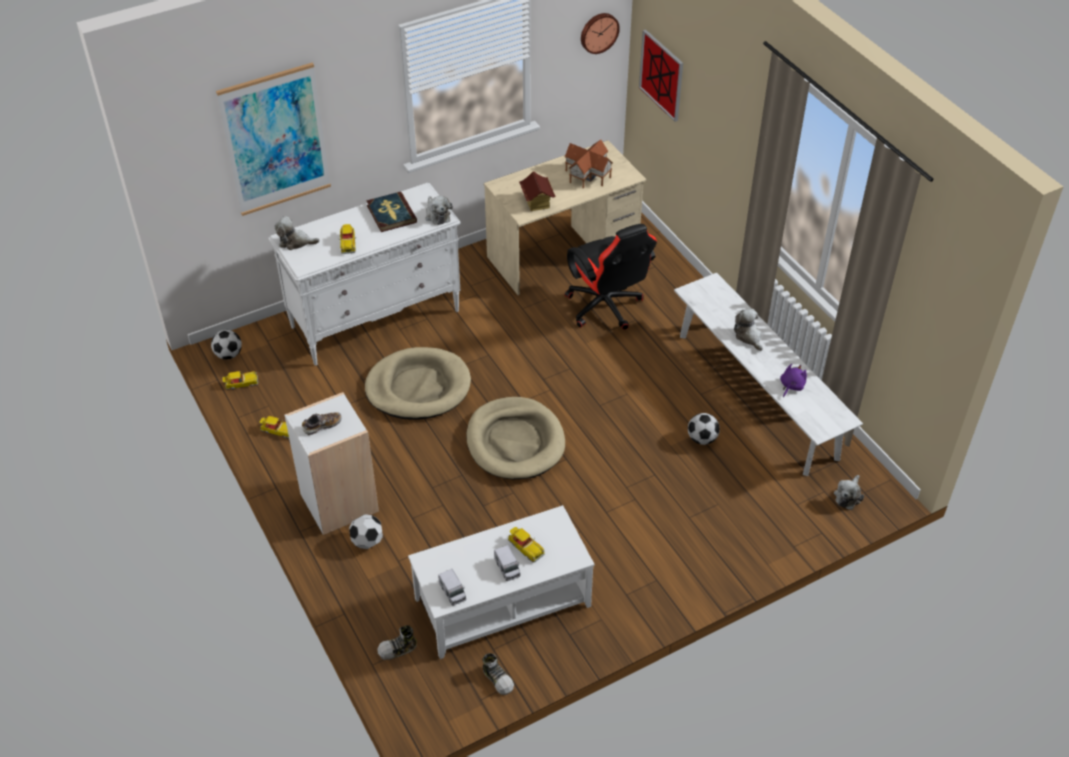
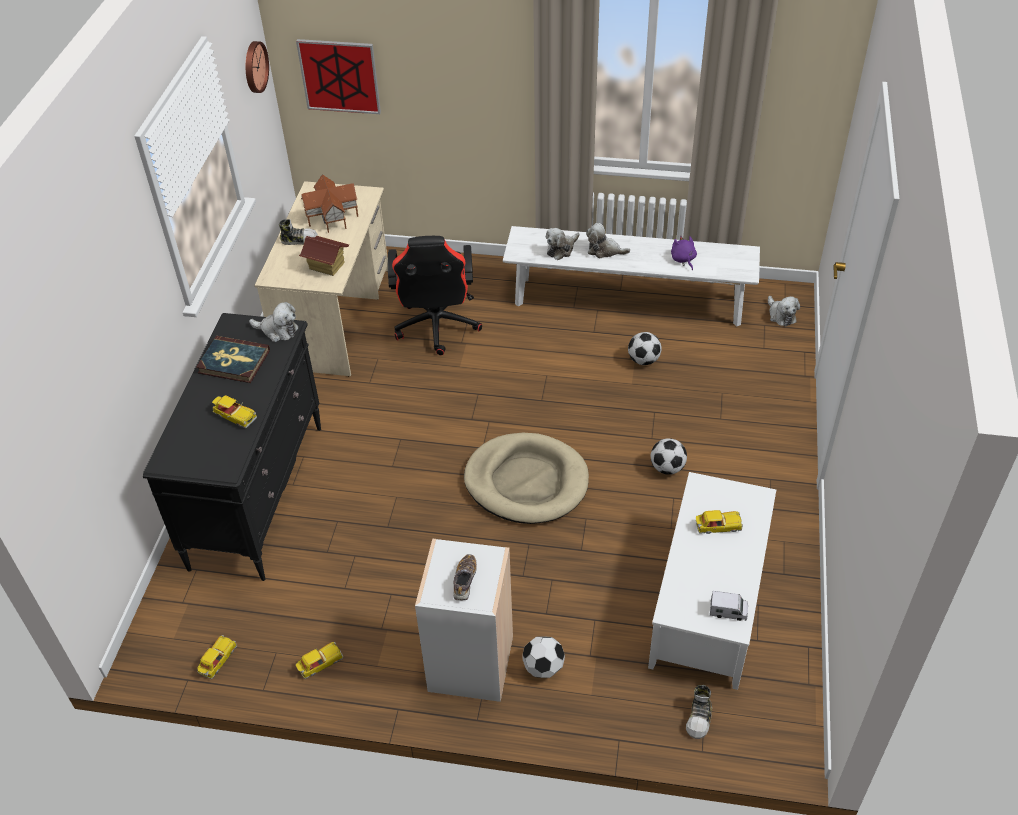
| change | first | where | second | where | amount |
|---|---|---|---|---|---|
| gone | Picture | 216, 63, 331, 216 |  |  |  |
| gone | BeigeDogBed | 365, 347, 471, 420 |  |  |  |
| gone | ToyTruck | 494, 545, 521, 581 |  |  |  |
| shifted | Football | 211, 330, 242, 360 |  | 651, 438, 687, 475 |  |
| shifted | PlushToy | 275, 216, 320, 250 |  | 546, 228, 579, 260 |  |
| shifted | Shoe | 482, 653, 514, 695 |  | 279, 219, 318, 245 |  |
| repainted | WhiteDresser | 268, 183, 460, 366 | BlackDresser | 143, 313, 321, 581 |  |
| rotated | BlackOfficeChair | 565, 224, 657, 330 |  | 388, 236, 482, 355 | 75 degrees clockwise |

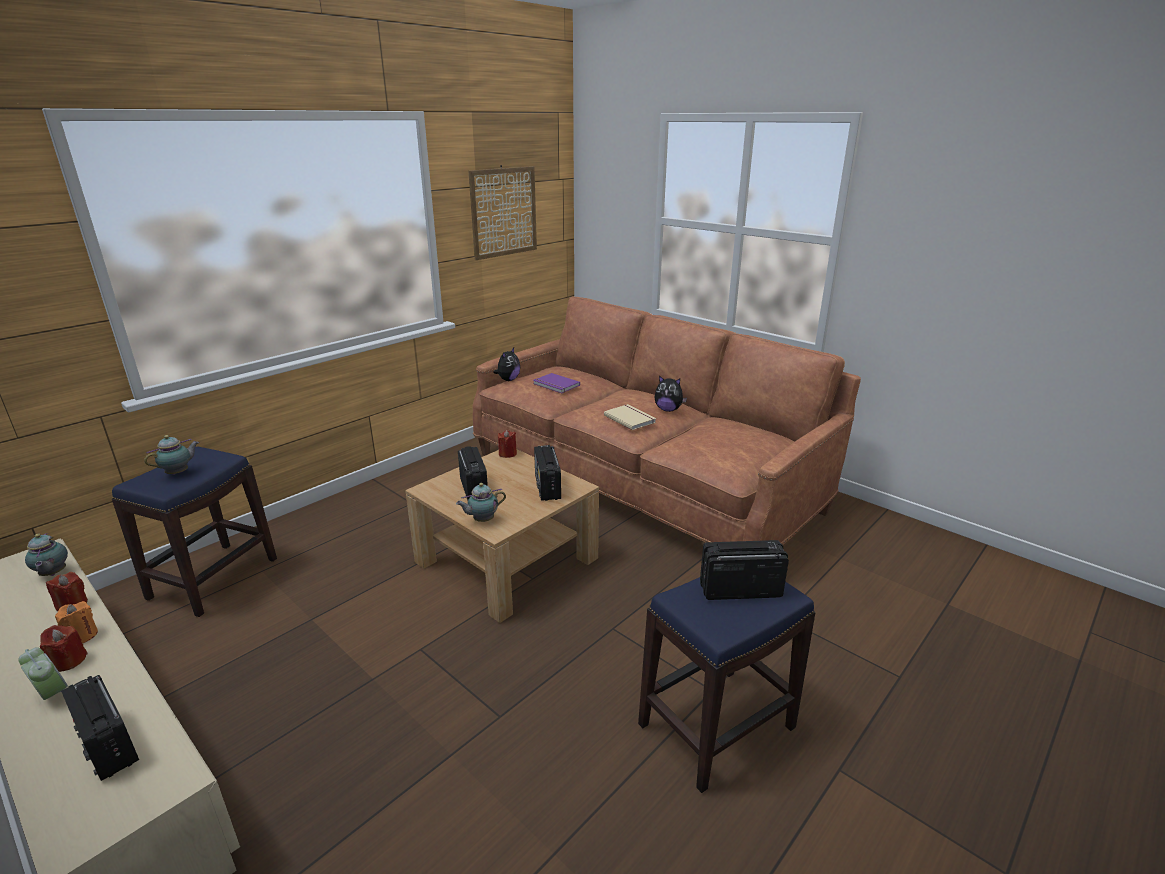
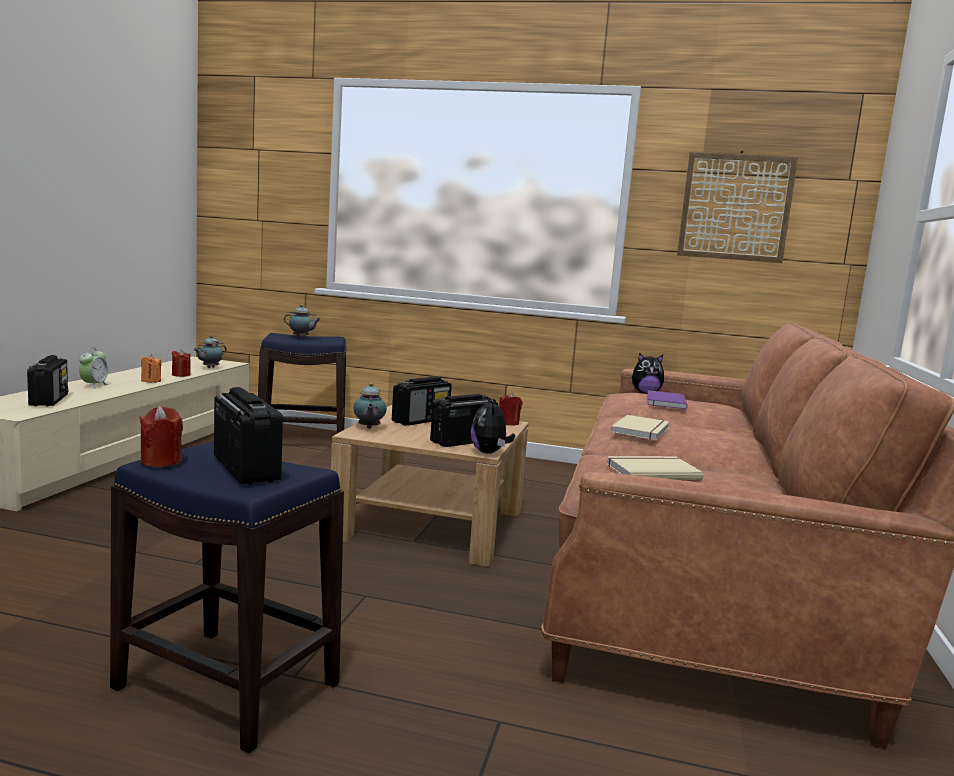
| change | first | where | second | where | amount |
|---|---|---|---|---|---|
| new |  |  | BeigeBook | 606, 456, 704, 481 |  |
| shifted | RedCandle | 40, 625, 88, 672 |  | 139, 406, 183, 467 |  |
| shifted | PlushToy | 654, 376, 687, 412 |  | 471, 397, 515, 454 |  |
| rotated | Radio | 61, 675, 139, 781 |  | 27, 355, 68, 406 | 150 degrees clockwise |
| rotated | Teapot | 456, 483, 506, 522 |  | 353, 383, 387, 429 | 135 degrees counterclockwise |

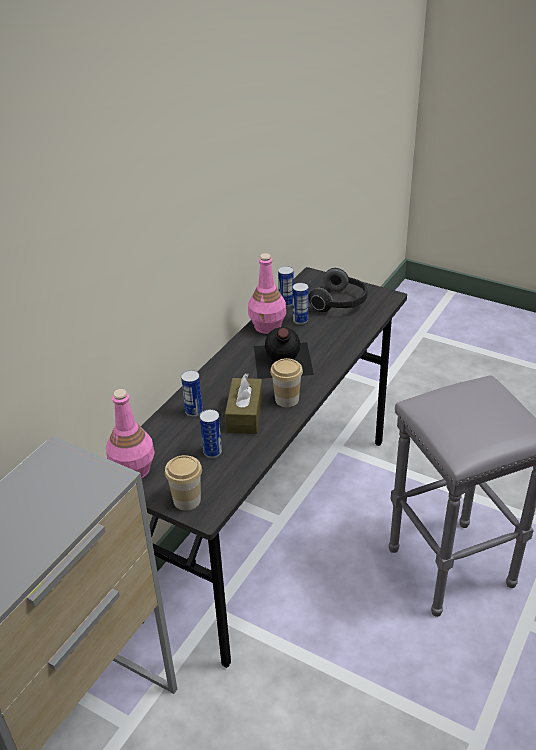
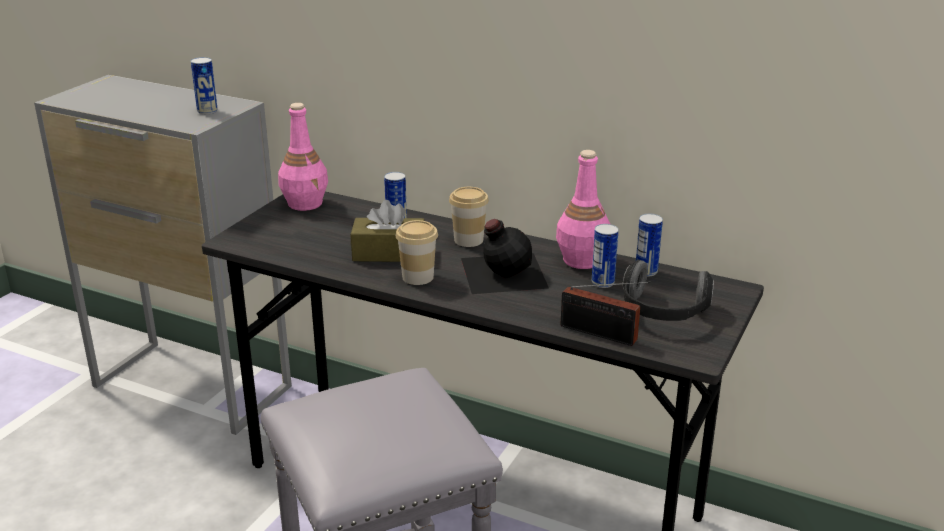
| change | first | where | second | where | amount |
|---|---|---|---|---|---|
| new |  |  | Radio | 561, 281, 651, 346 |  |
| shifted | Cup | 165, 455, 202, 510 |  | 449, 187, 489, 247 |  |
| shifted | Can | 200, 409, 222, 458 |  | 191, 57, 218, 114 |  |

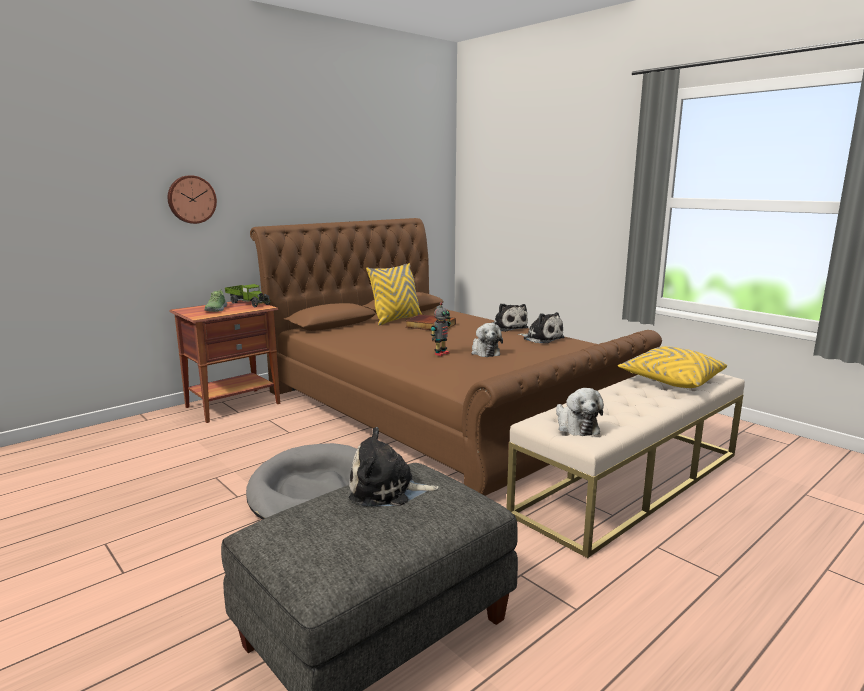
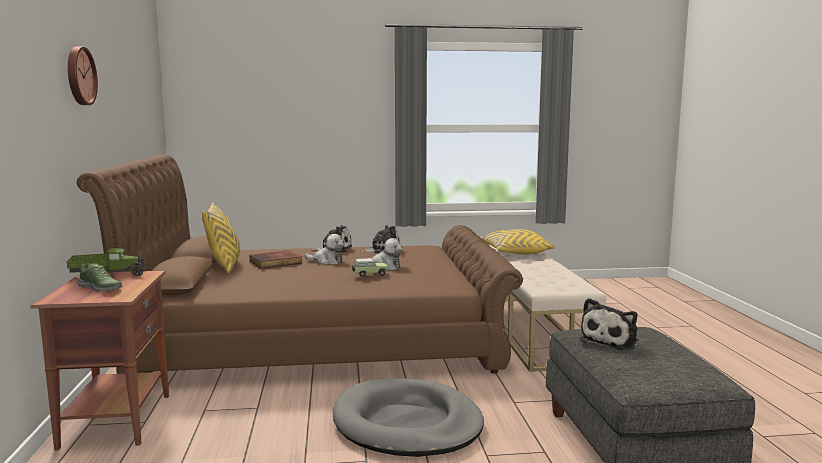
| change | first | where | second | where | amount |
|---|---|---|---|---|---|
| shifted | WallClock | 168, 175, 217, 224 |  | 68, 47, 98, 105 |  |
| shifted | PlushToy | 556, 388, 604, 436 |  | 305, 234, 345, 265 |  |
| swapped | ToyRobot | 431, 302, 451, 356 | ToyCar | 352, 258, 388, 277 |  |

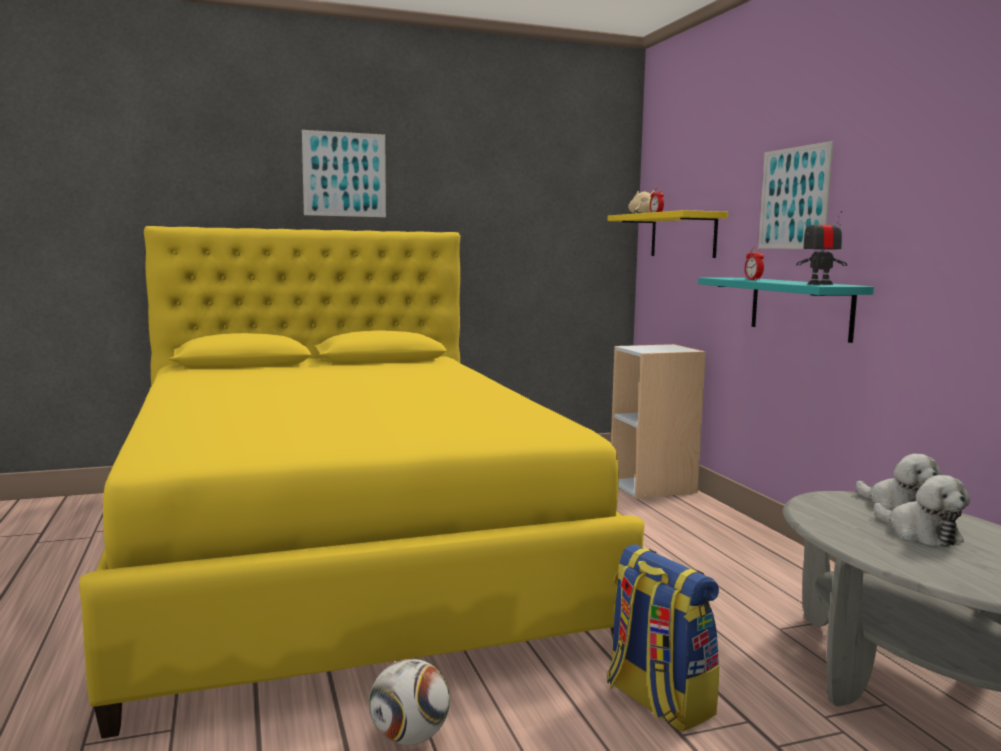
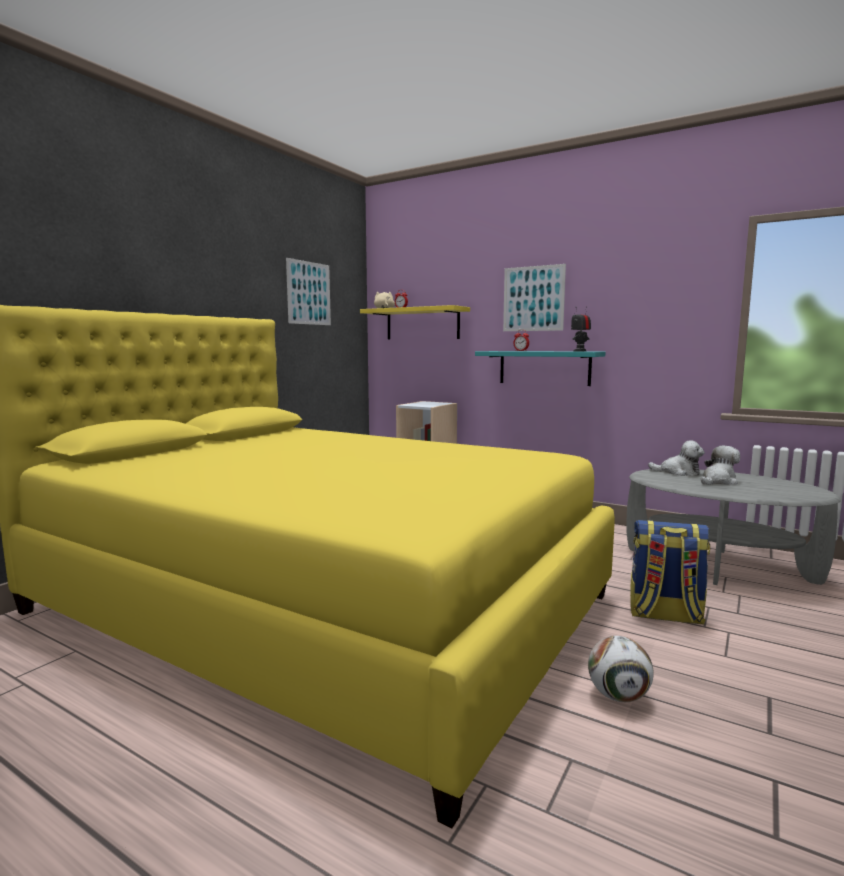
| change | first | where | second | where | amount |
|---|---|---|---|---|---|
| shifted | Picture | 302, 130, 386, 217 |  | 286, 258, 331, 325 |  |
| rotated | PlushToy | 874, 475, 970, 547 |  | 701, 446, 740, 485 | 60 degrees counterclockwise |

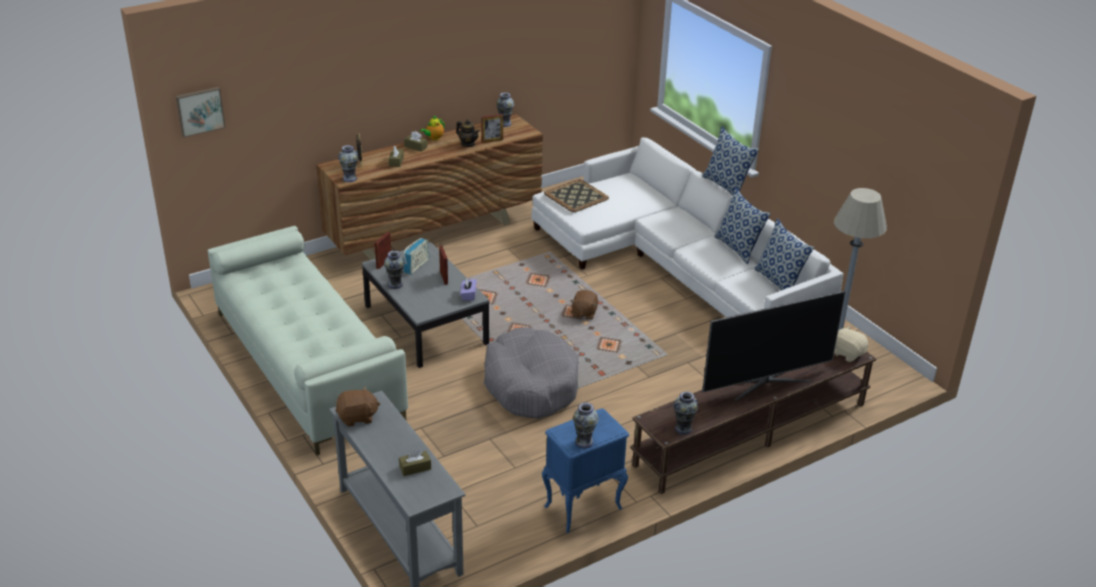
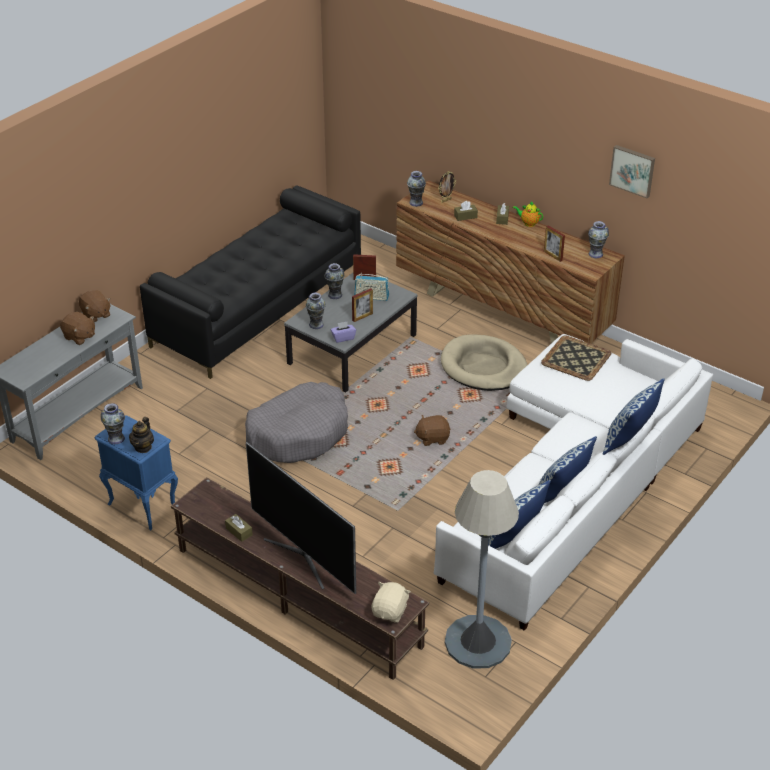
| change | first | where | second | where | amount |
|---|---|---|---|---|---|
| new |  |  | BrownPlushToy | 60, 312, 95, 345 |  |
| new |  |  | BeigeDogBed | 441, 335, 527, 391 |  |
| shifted | Picture | 176, 87, 226, 137 |  | 609, 145, 655, 198 |  |
| shifted | BrownTissueBox | 399, 450, 431, 476 |  | 225, 514, 253, 542 |  |
| shifted | Teapot | 456, 119, 480, 147 |  | 129, 417, 154, 453 |  |
| shifted | Vase | 673, 391, 698, 435 |  | 306, 293, 326, 329 |  |
| repainted | WhiteSofa | 208, 226, 408, 456 | BlackSofa | 140, 185, 361, 379 |  |

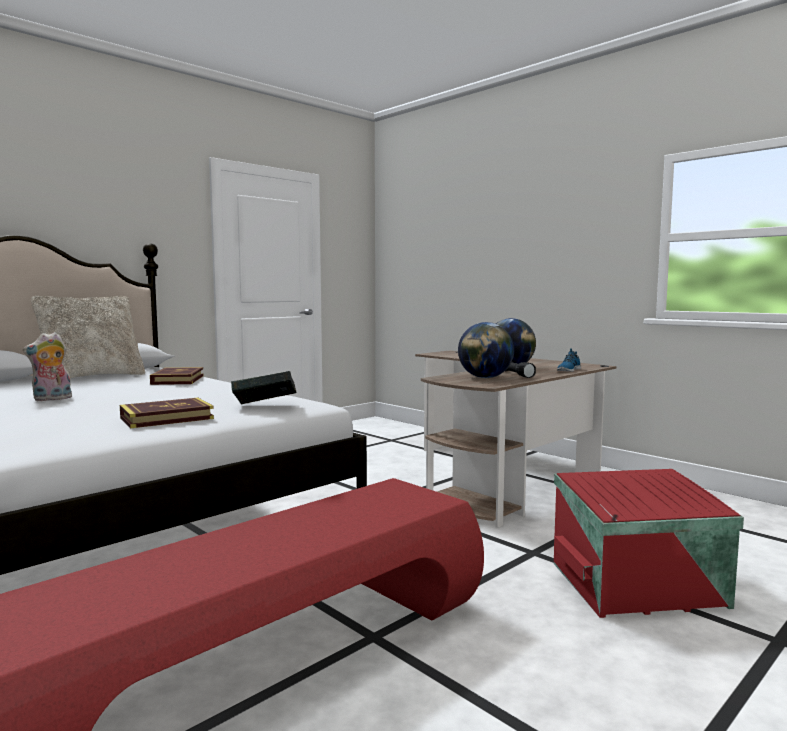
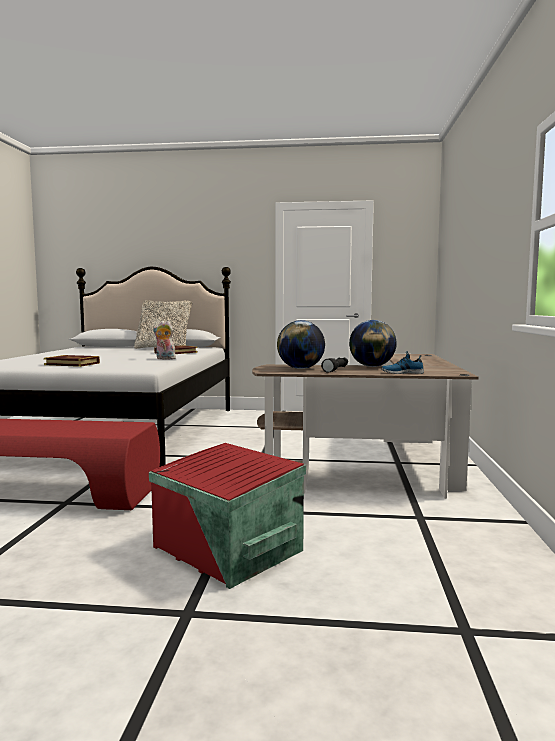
| change | first | where | second | where | amount |
|---|---|---|---|---|---|
| gone | Book | 231, 371, 297, 405 |  |  |  |
| shifted | PlushToy | 23, 332, 72, 401 |  | 153, 321, 176, 360 |  |

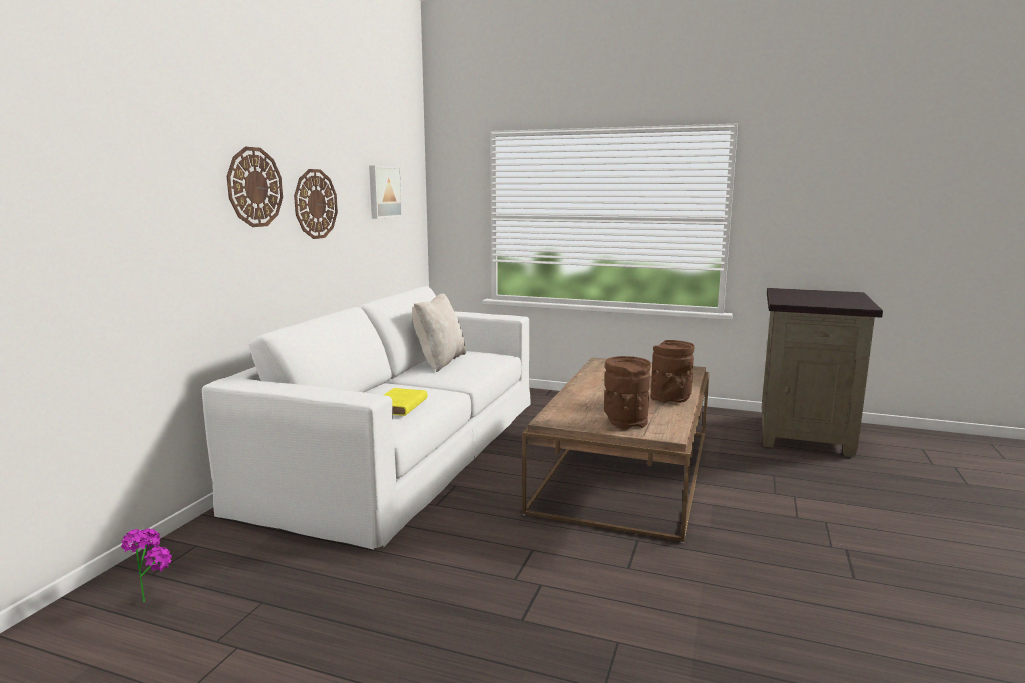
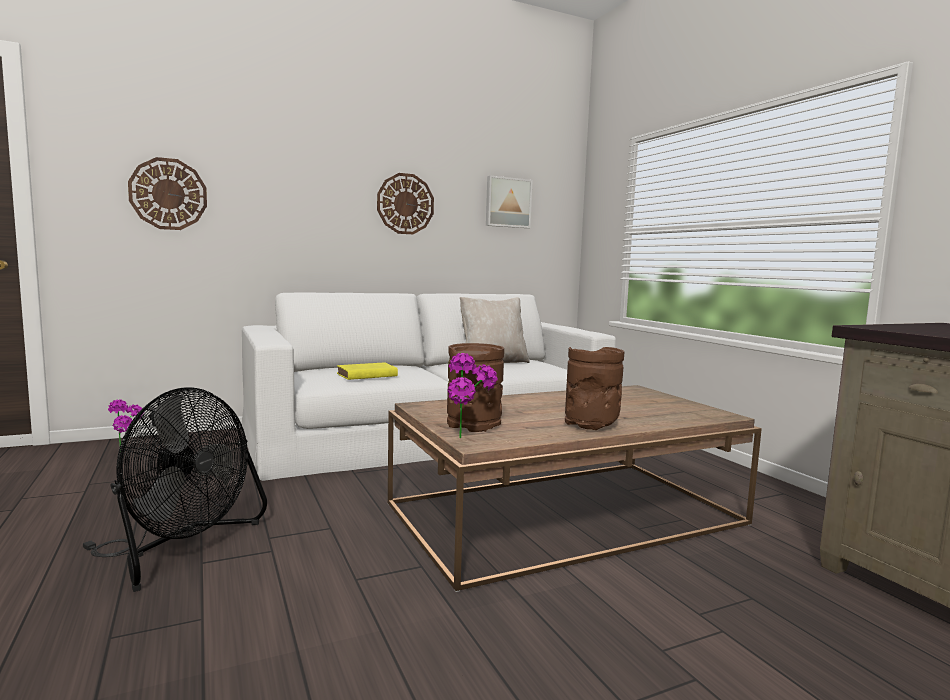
| change | first | where | second | where | amount |
|---|---|---|---|---|---|
| new |  |  | BlackFan | 83, 387, 267, 592 |  |
| new |  |  | PottedPlant | 447, 353, 498, 438 |  |
| shifted | WallClock | 227, 147, 283, 227 |  | 128, 157, 207, 230 |  |

